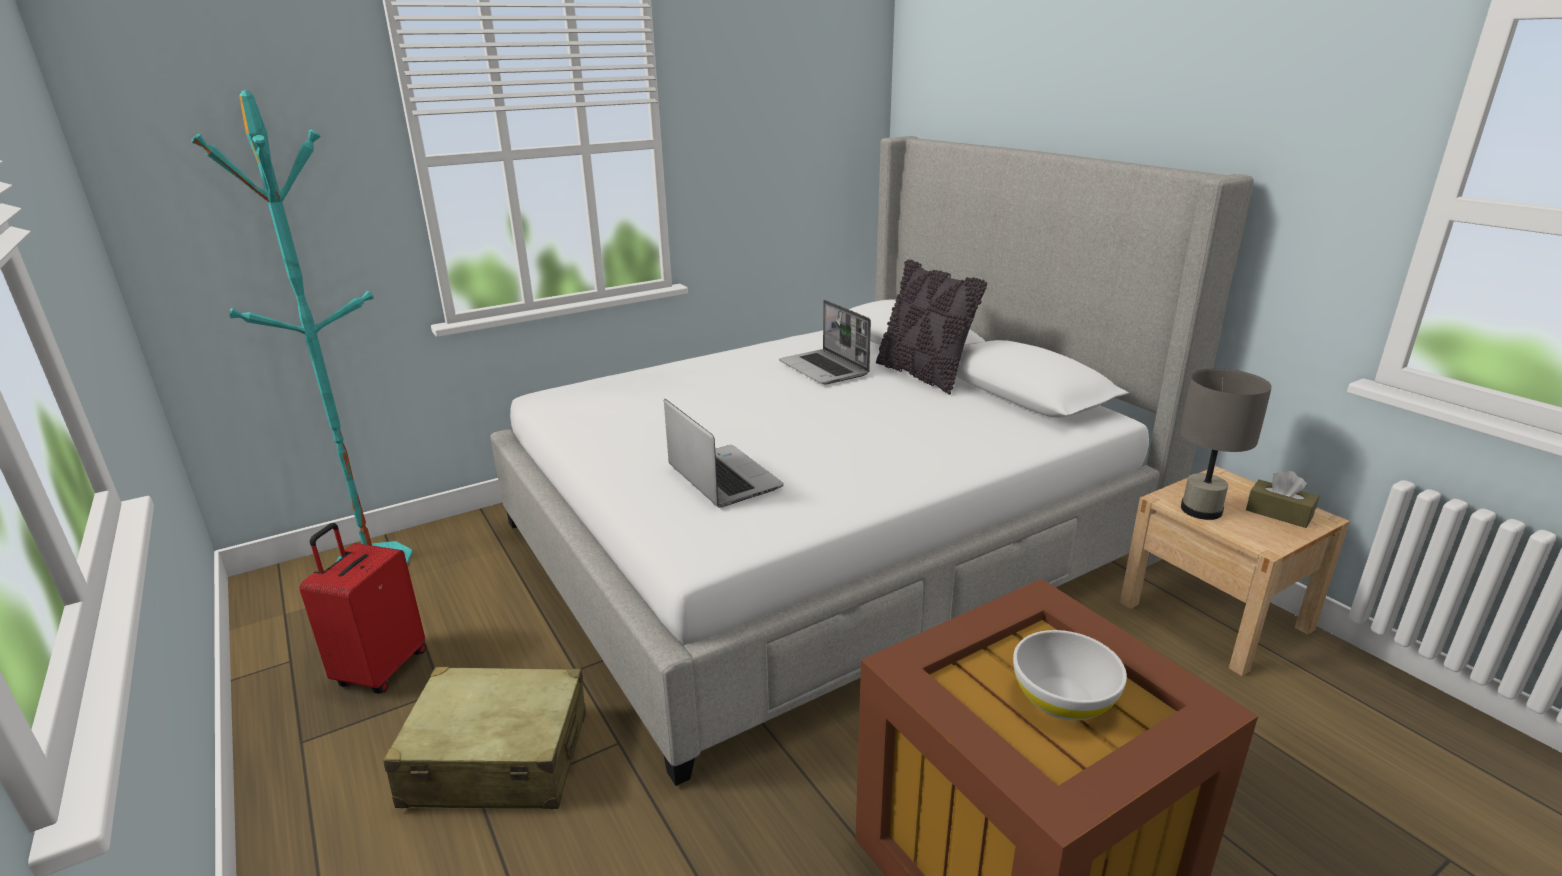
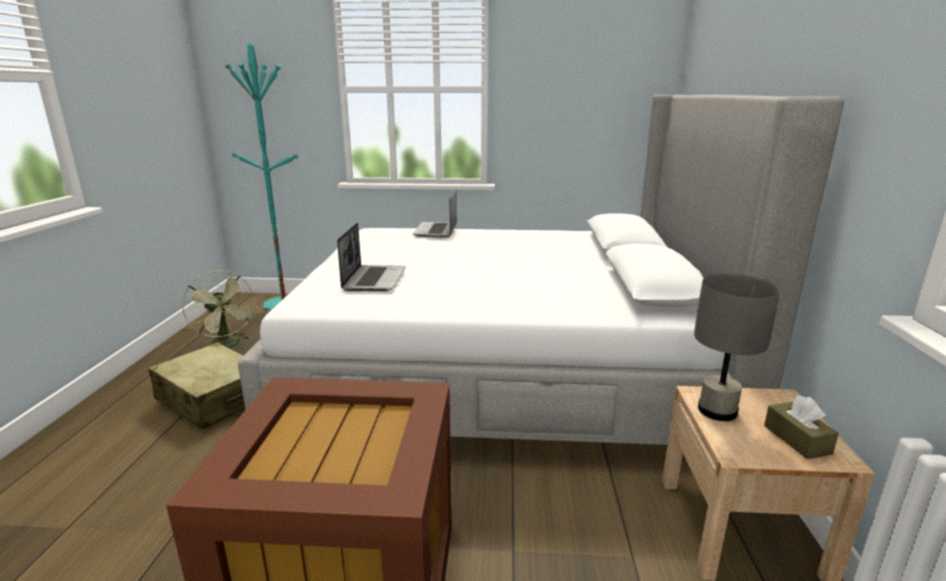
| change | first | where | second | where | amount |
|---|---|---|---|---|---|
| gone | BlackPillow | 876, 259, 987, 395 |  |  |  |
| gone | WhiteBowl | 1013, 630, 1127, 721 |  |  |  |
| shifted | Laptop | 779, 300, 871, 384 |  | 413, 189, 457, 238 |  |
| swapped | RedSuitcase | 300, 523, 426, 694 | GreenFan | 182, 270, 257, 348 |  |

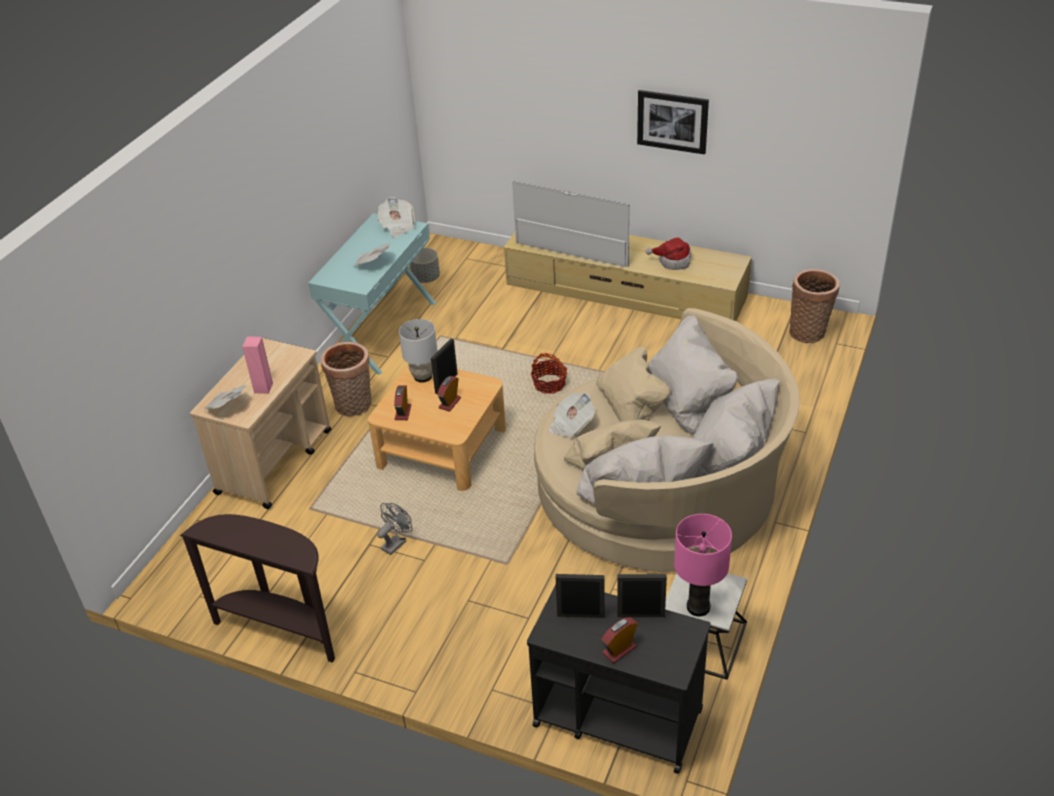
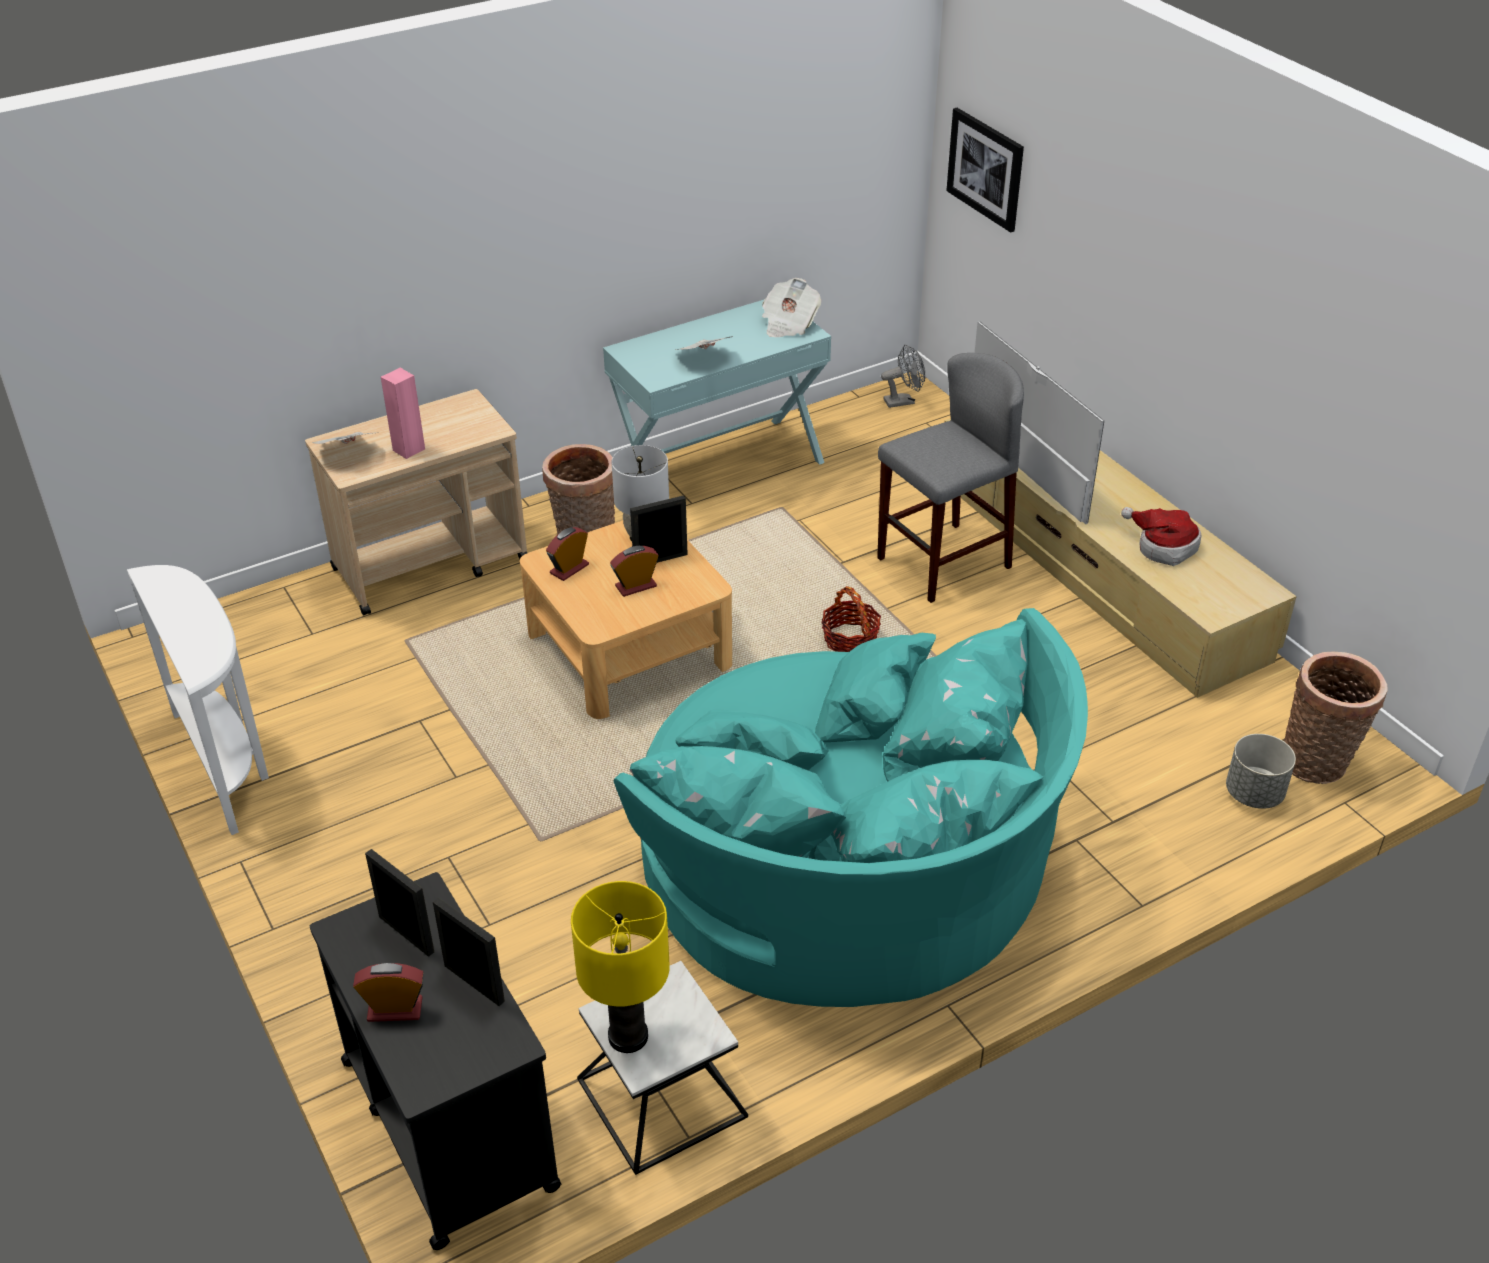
| change | first | where | second | where | amount |
|---|---|---|---|---|---|
| gone | Newspaper | 549, 393, 595, 438 |  |  |  |
| new |  |  | GreyStool | 877, 353, 1024, 603 |  |
| shifted | GreyFan | 377, 503, 412, 555 |  | 881, 345, 925, 408 |  |
| shifted | GreyPlanter | 410, 248, 440, 283 |  | 1226, 734, 1296, 809 |  |
| shifted | Picture | 637, 90, 709, 155 |  | 946, 108, 1024, 232 |  |
| repainted | BrownConsoleTable | 180, 514, 335, 663 | WhiteConsoleTable | 127, 565, 269, 835 |  |
| repainted | BeigeSofa | 534, 308, 800, 572 | TurquoiseSofa | 614, 608, 1088, 1007 |  |
| repainted | PinkTableLamp | 674, 514, 732, 617 | YellowTableLamp | 571, 881, 670, 1053 |  |

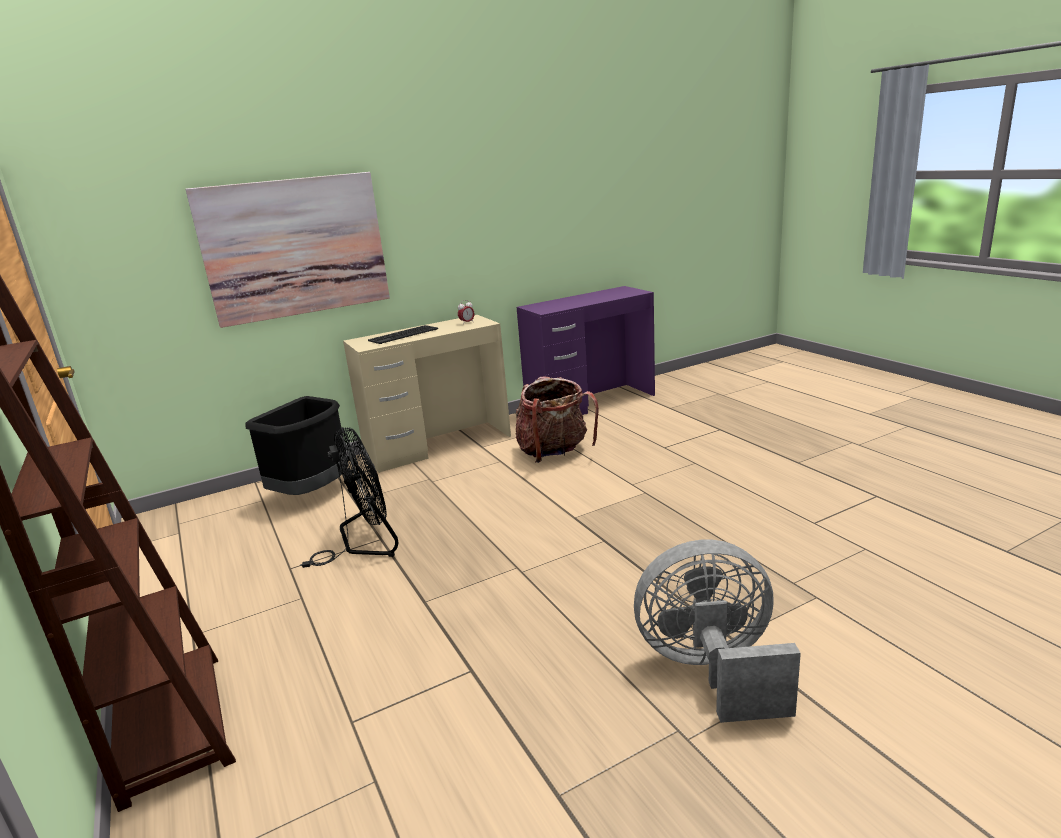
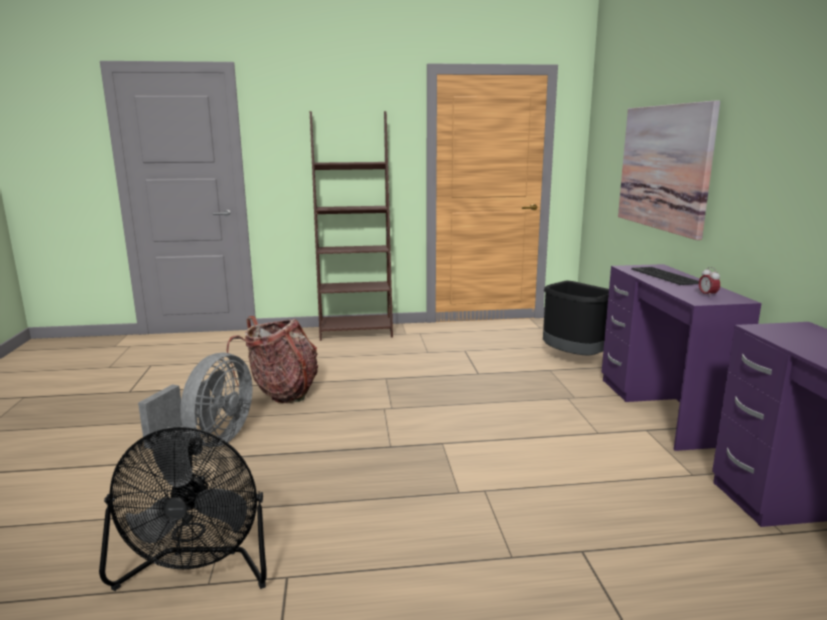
| change | first | where | second | where | amount |
|---|---|---|---|---|---|
| shifted | BlackFan | 301, 427, 398, 568 |  | 99, 427, 267, 591 |  |
| shifted | Backpack | 516, 377, 599, 463 |  | 227, 316, 318, 403 |  |
| repainted | BeigeDesk | 343, 315, 511, 473 | PurpleDesk | 602, 264, 762, 451 |  |

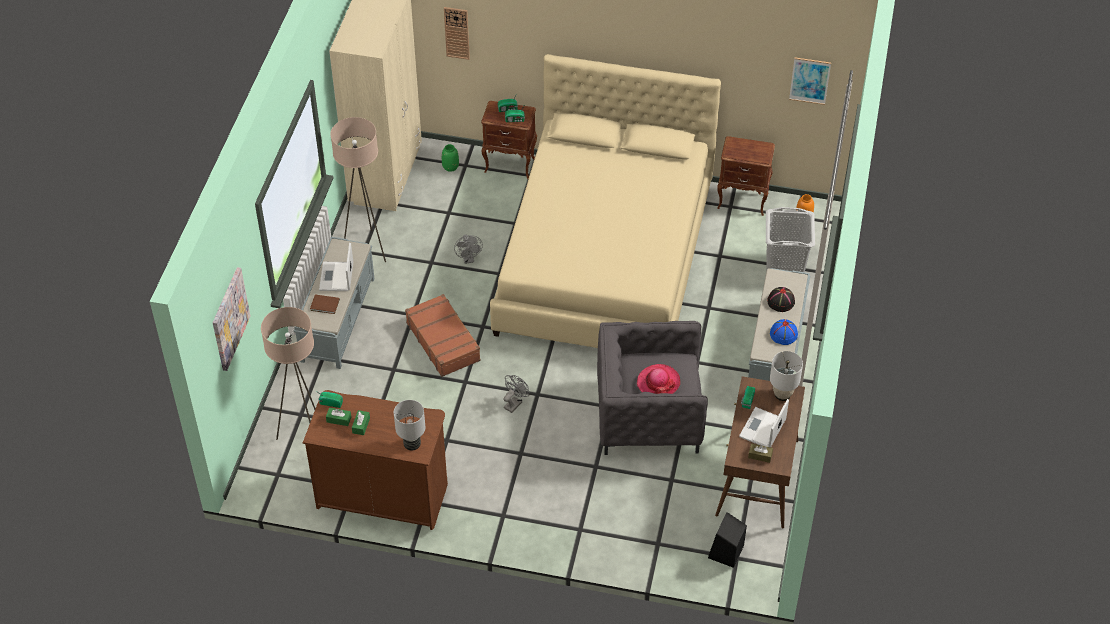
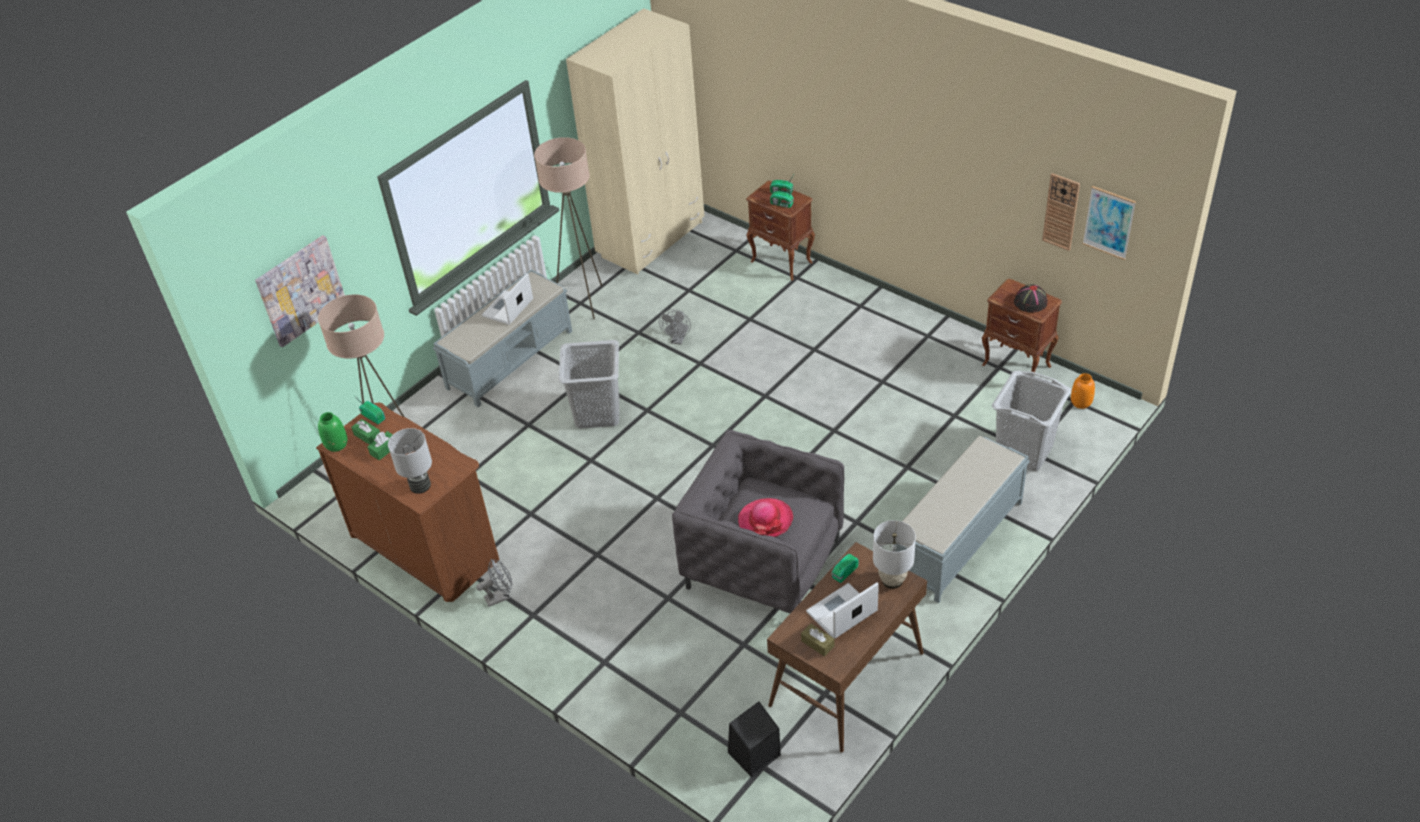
| change | first | where | second | where | amount |
|---|---|---|---|---|---|
| gone | BrownBook | 310, 294, 340, 314 |  |  |  |
| gone | BeigeBed | 490, 54, 721, 348 |  |  |  |
| gone | BlueHat | 770, 319, 798, 345 |  |  |  |
| shifted | GreenVase | 442, 144, 459, 172 |  | 318, 412, 348, 452 |  |
| shifted | WallClock | 444, 7, 470, 60 |  | 1042, 173, 1080, 251 |  |
| shifted | GreyFan | 503, 375, 530, 413 |  | 476, 559, 513, 607 |  |
| shifted | BlackHat | 767, 287, 795, 312 |  | 1014, 284, 1048, 313 |  |
| swapped | BrownSuitcase | 405, 294, 481, 377 | GreyLaundryBasket | 559, 340, 619, 429 |  |

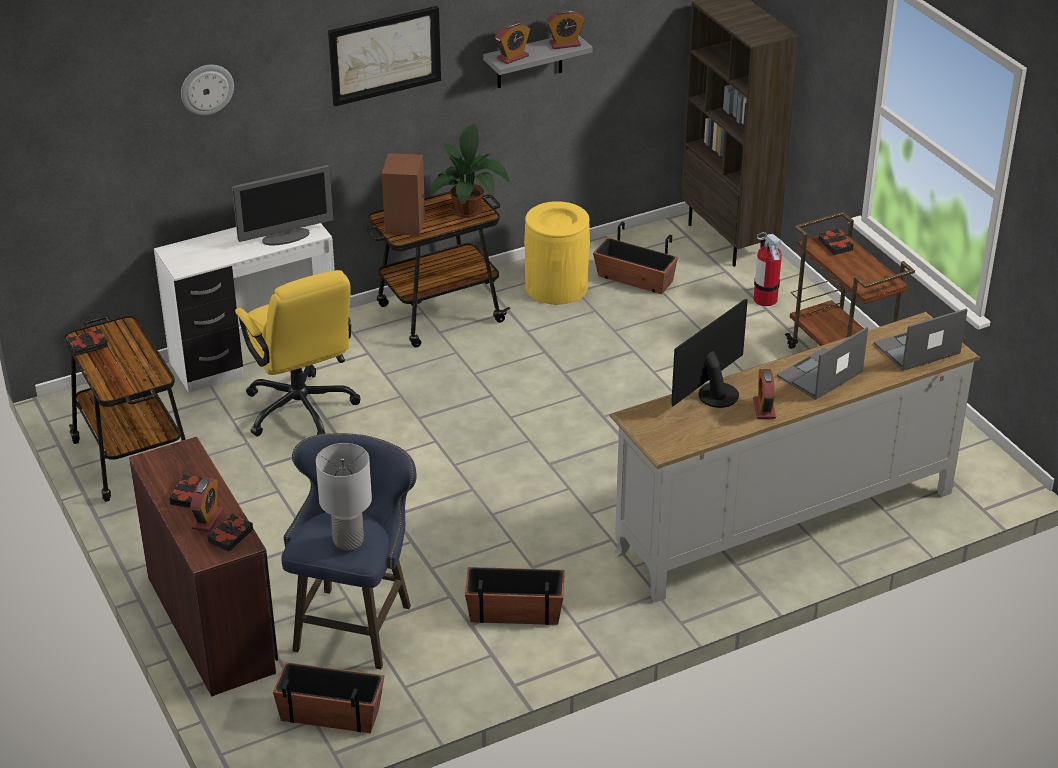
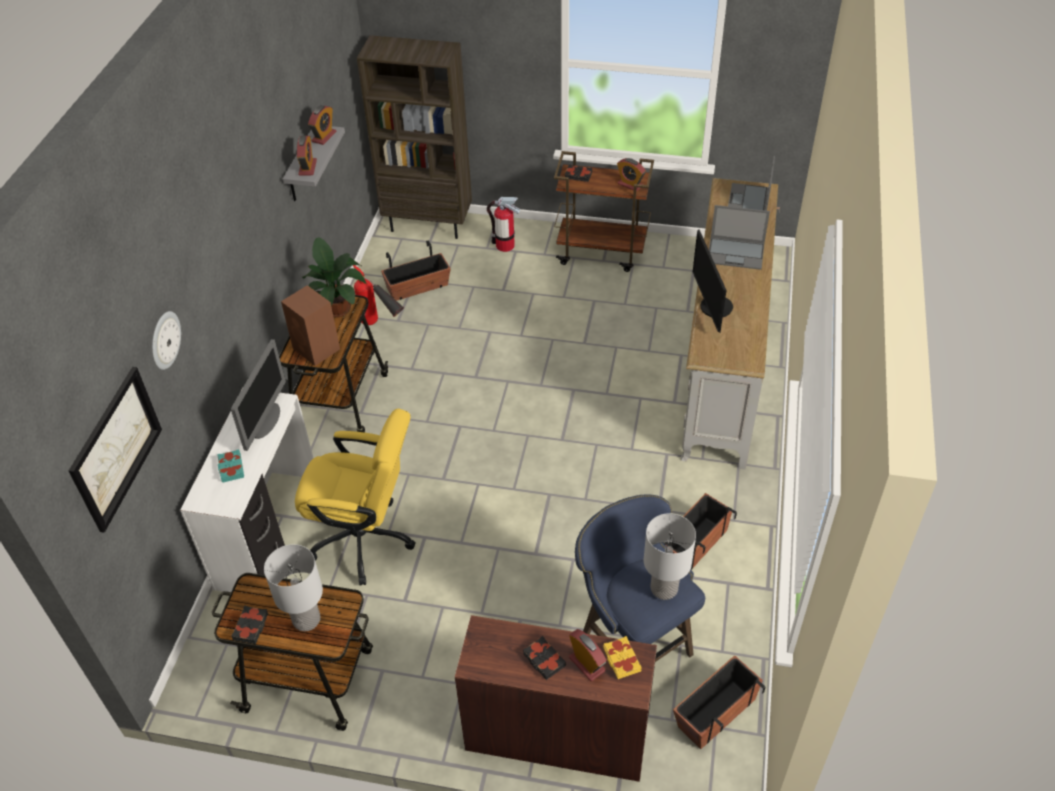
| change | first | where | second | where | amount |
|---|---|---|---|---|---|
| new |  |  | TurquoiseBook | 217, 449, 244, 483 |  |
| new |  |  | GreyTableLamp | 264, 544, 323, 632 |  |
| shifted | Picture | 328, 6, 441, 106 |  | 69, 367, 162, 533 |  |
| shifted | AlarmClock | 753, 369, 776, 419 |  | 617, 158, 646, 192 |  |
| swapped | YellowTrashCan | 524, 201, 590, 305 | FireExtinguisher | 352, 265, 404, 325 |  |
| repainted | BlackBook | 207, 514, 253, 552 | YellowBook | 603, 636, 641, 679 |  |
| rotated | Laptop | 777, 327, 868, 400 |  | 709, 205, 770, 270 | 75 degrees counterclockwise |

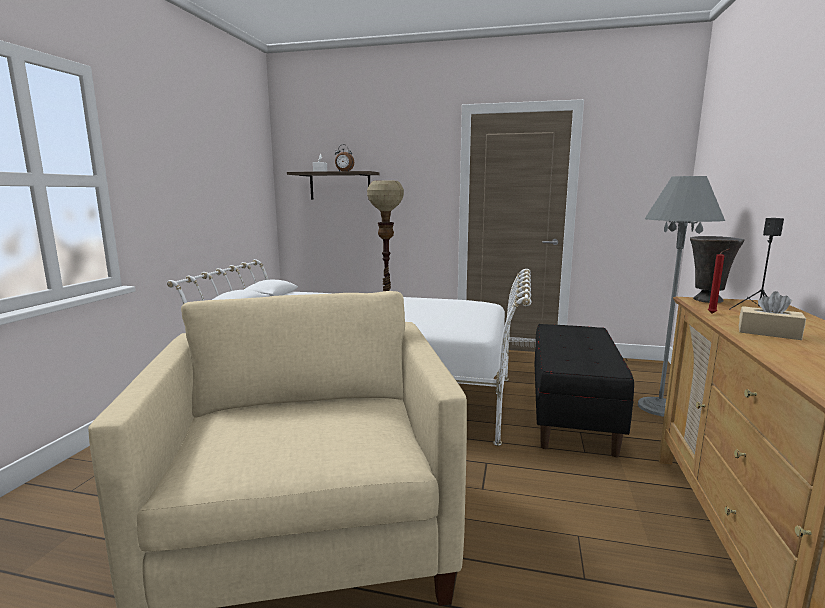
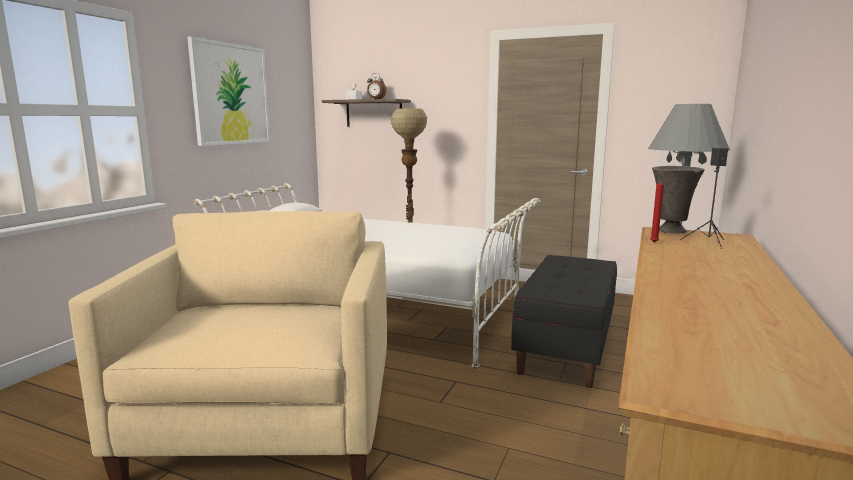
| change | first | where | second | where | amount |
|---|---|---|---|---|---|
| gone | BeigeTissueBox | 739, 291, 806, 340 |  |  |  |
| new |  |  | Picture | 187, 36, 270, 146 |  |

